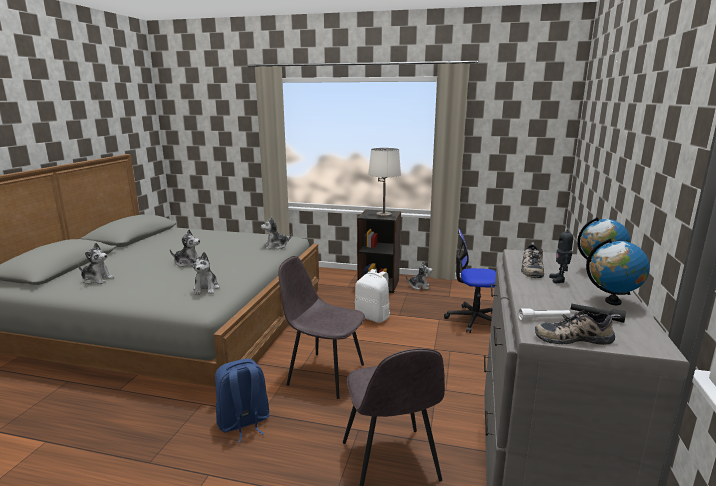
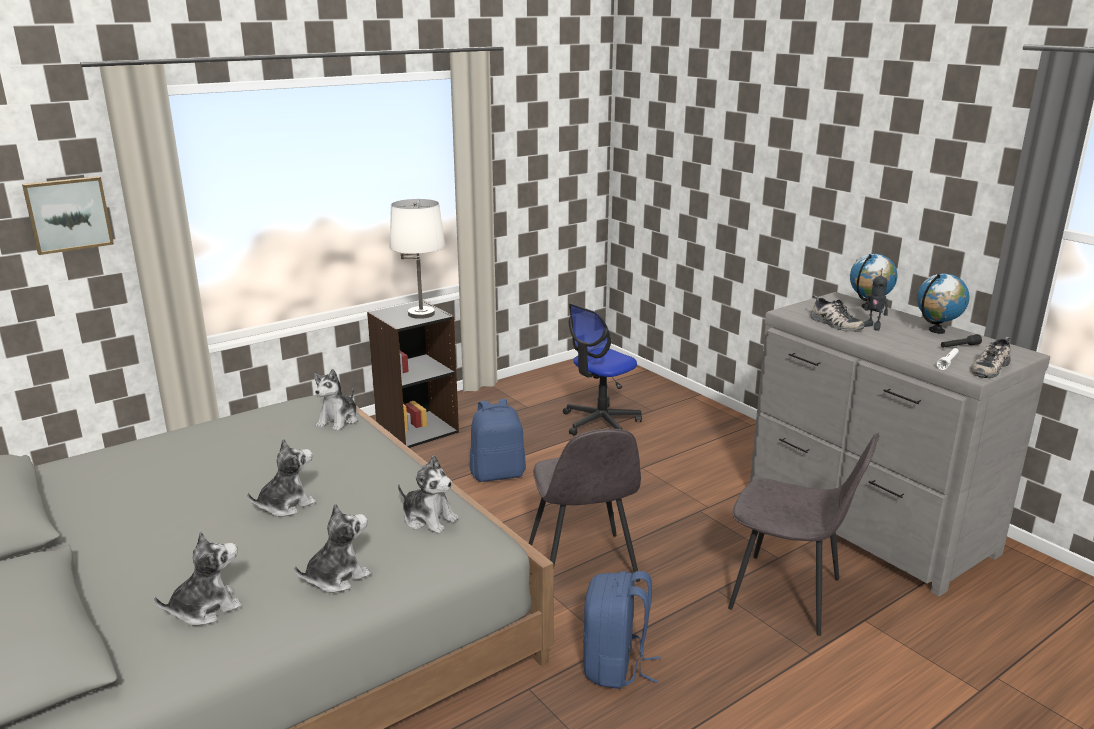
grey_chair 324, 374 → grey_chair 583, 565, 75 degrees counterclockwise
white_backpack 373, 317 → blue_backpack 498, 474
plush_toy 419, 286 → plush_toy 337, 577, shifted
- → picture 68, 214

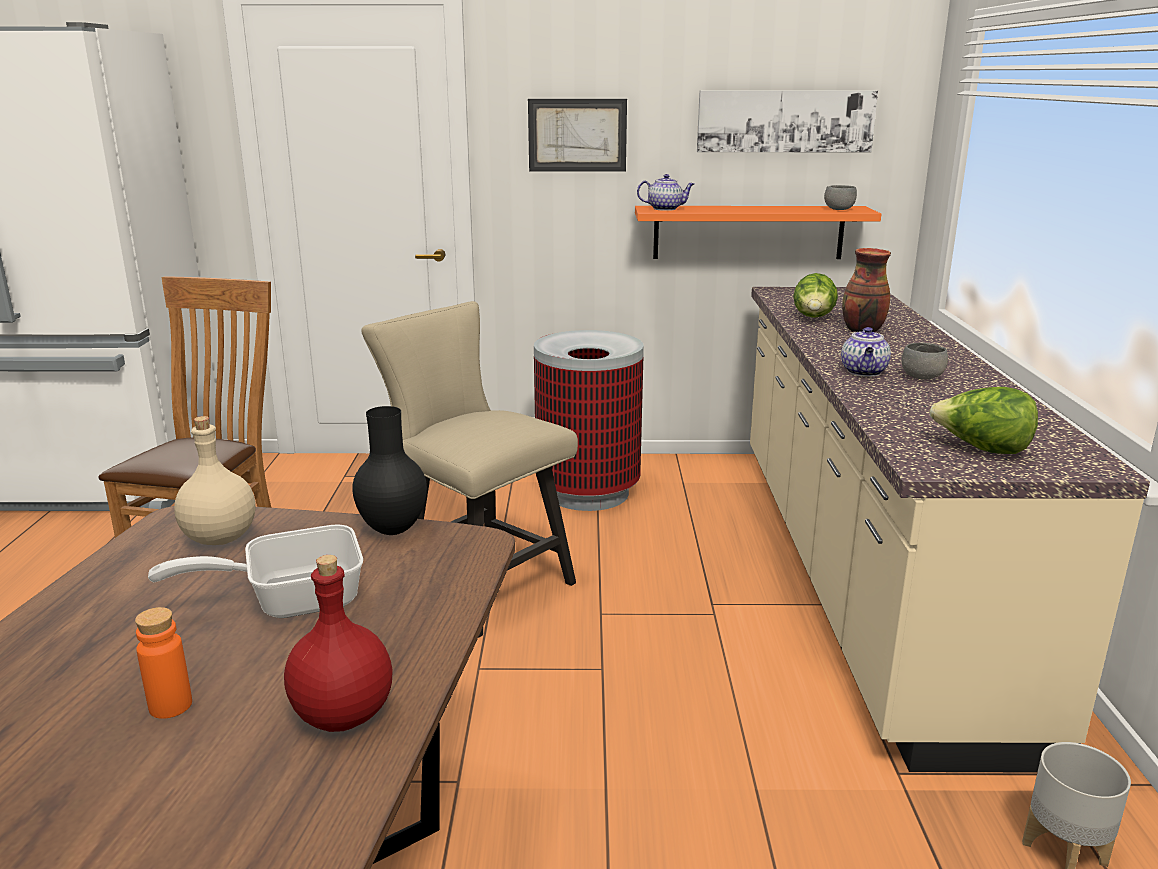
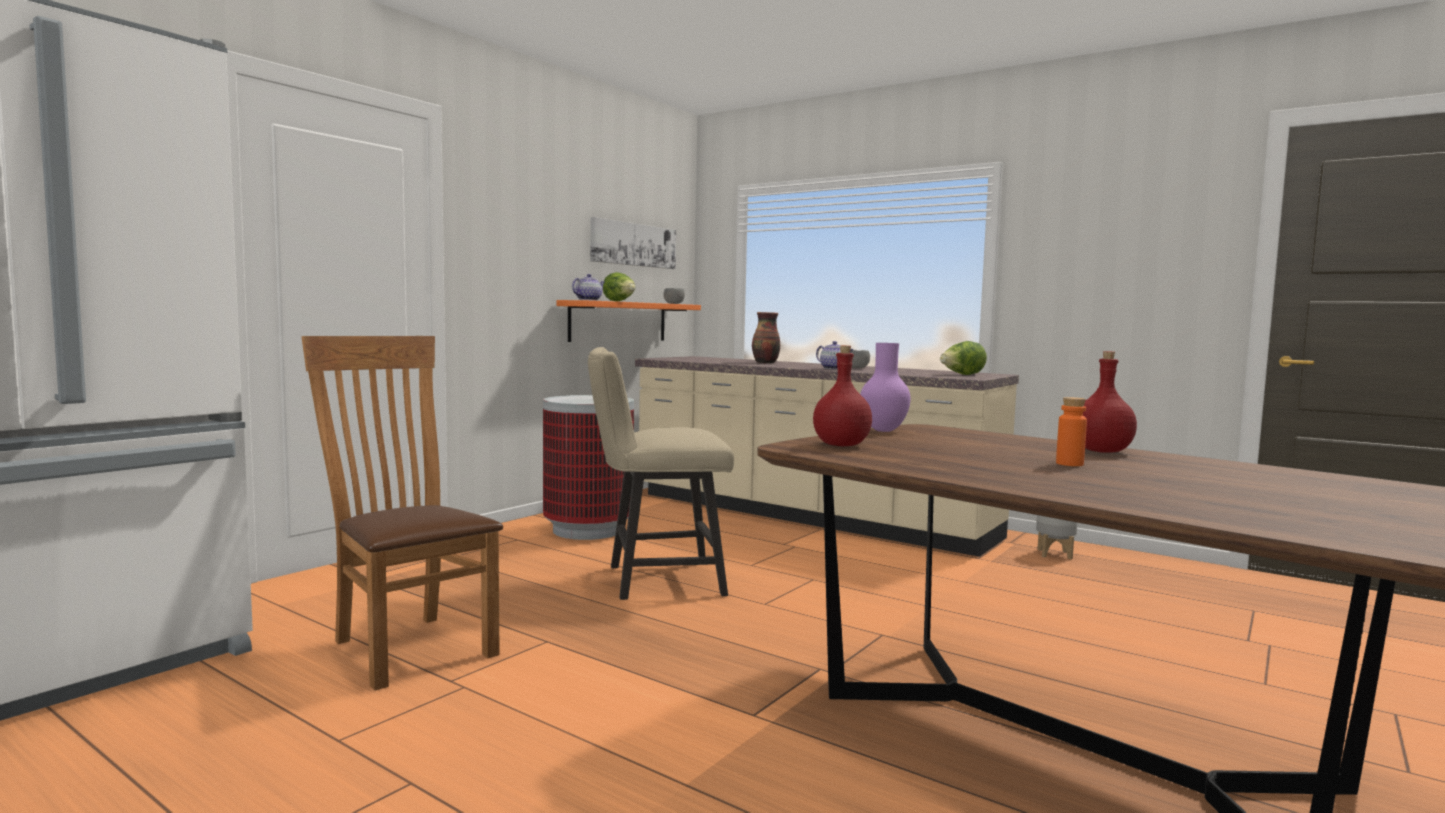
frying_pan 290, 600 → -
beige_bottle 219, 539 → red_bottle 842, 445
black_vase 392, 530 → purple_vase 882, 430
picture 577, 135 → -
lettuce 813, 318 → lettuce 620, 301, shifted

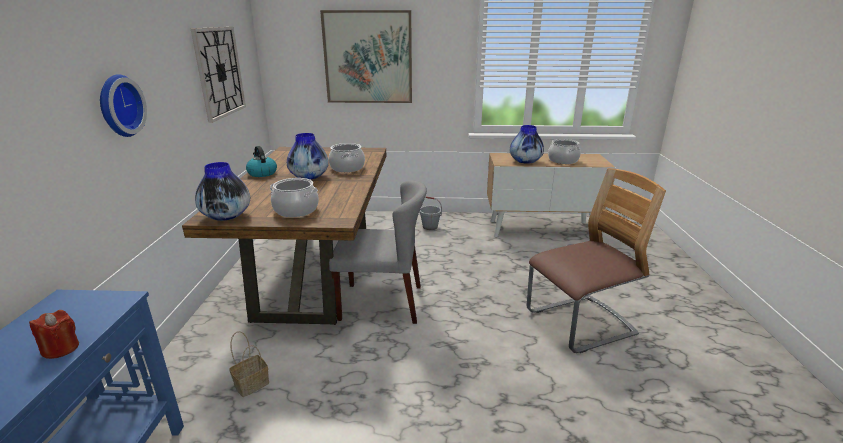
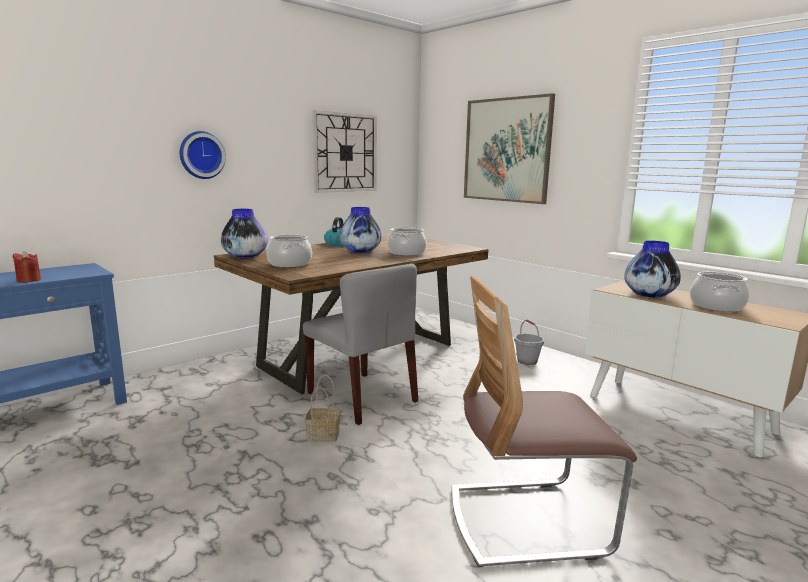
basket 252, 383 → basket 324, 435, shifted
chair 580, 324 → chair 527, 520, 150 degrees clockwise

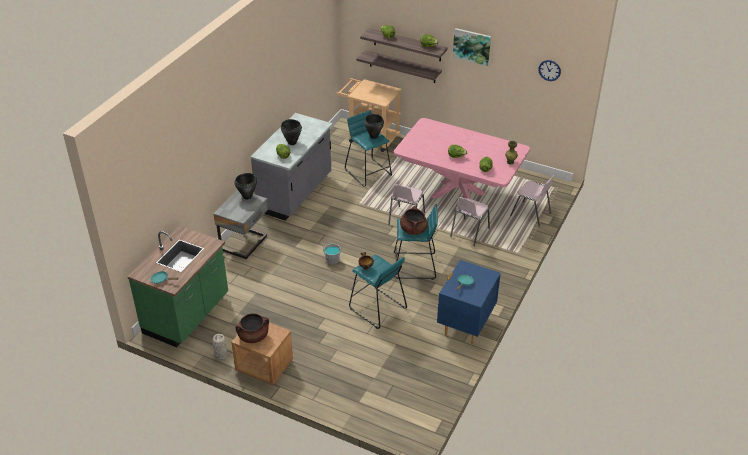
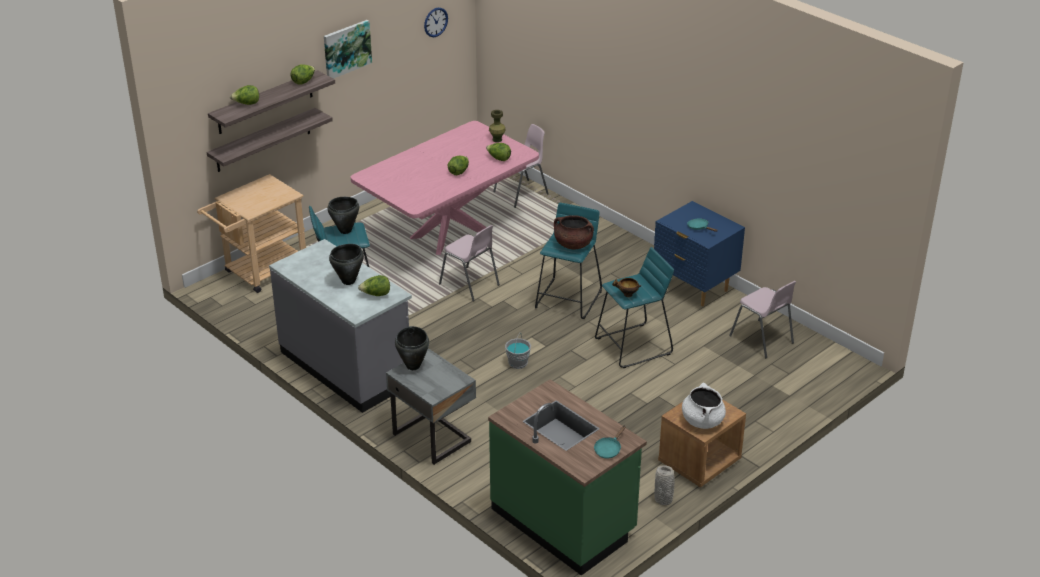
brown_cooking_pot 253, 336 → white_cooking_pot 702, 421
pink_chair 469, 232 → pink_chair 762, 340, shifted

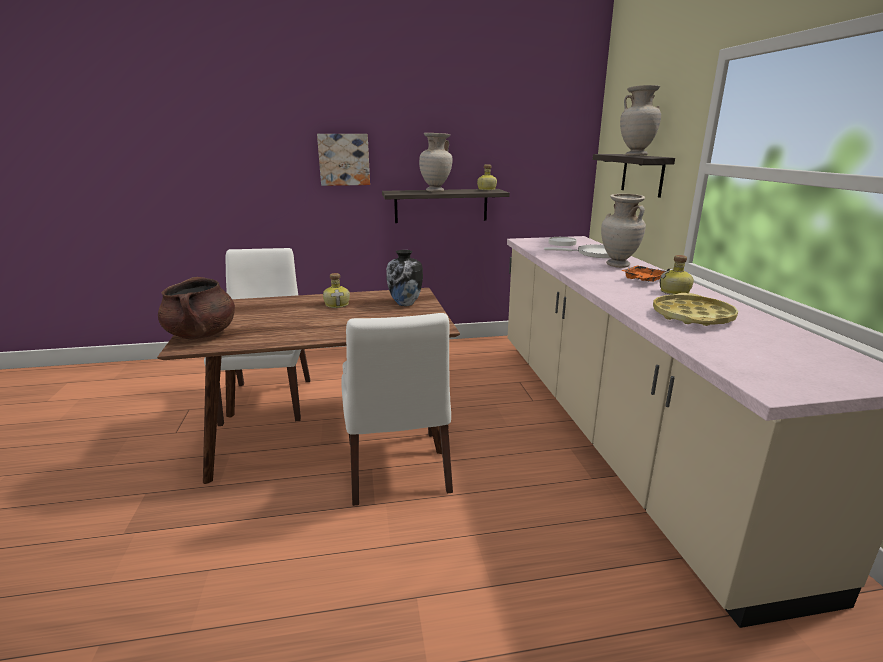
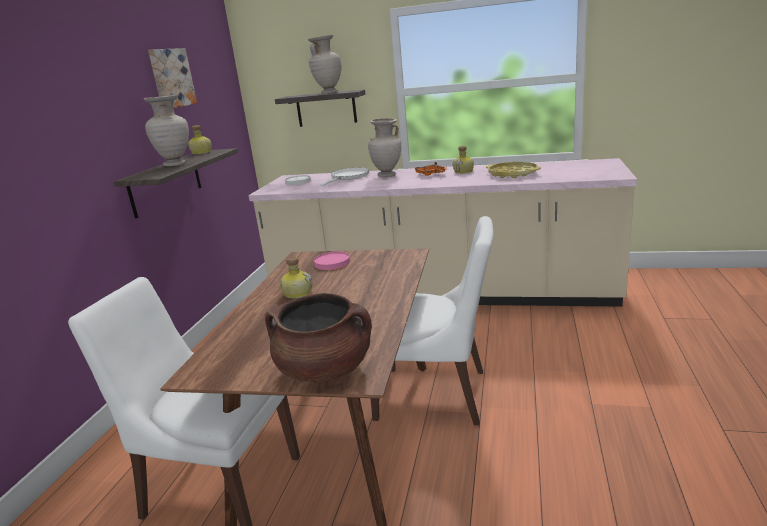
picture 344, 159 → picture 171, 78, shifted
vase 405, 304 → pink_plate 332, 263

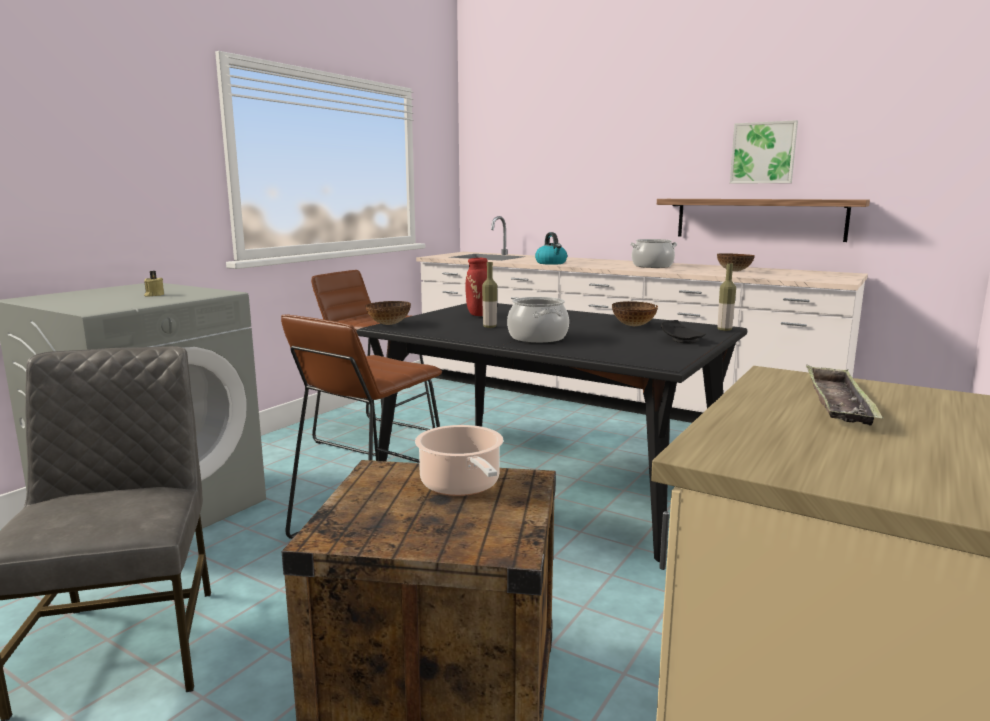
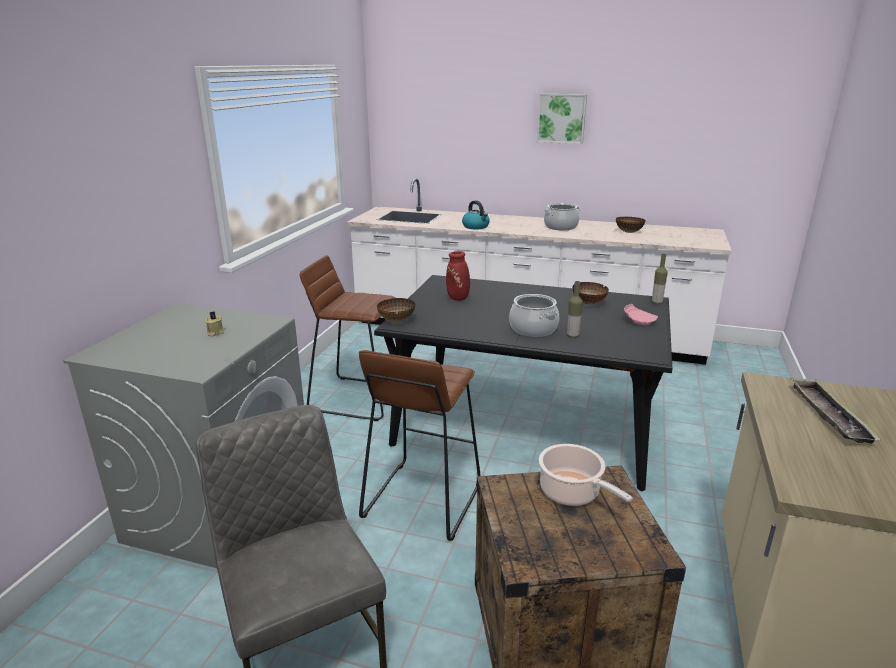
bottle 489, 327 → bottle 572, 336, shifted
shelf 759, 219 → -
black_plate 681, 340 → pink_plate 639, 321
picture 763, 153 → picture 561, 118, shifted

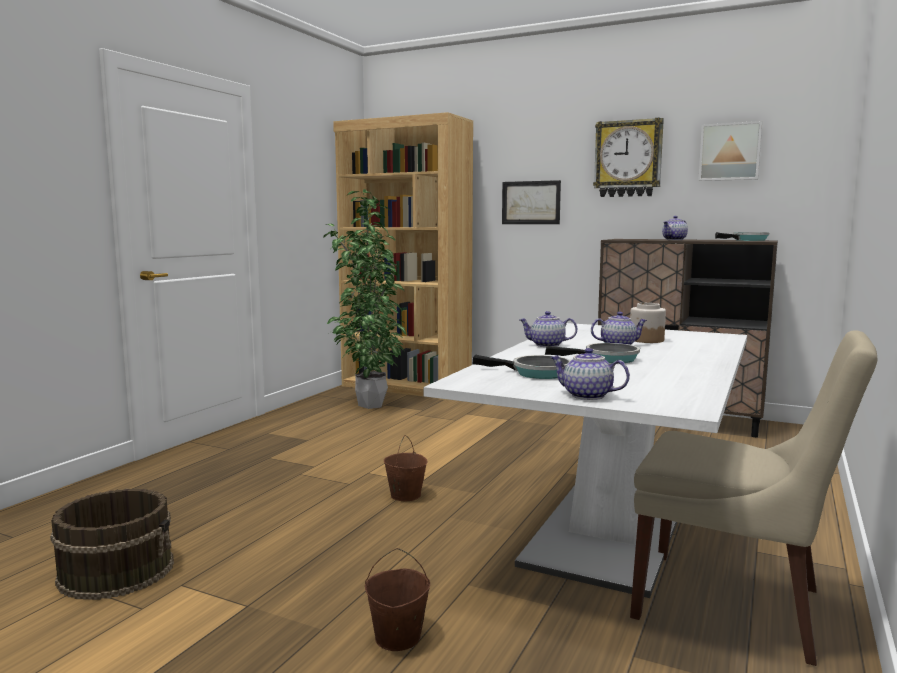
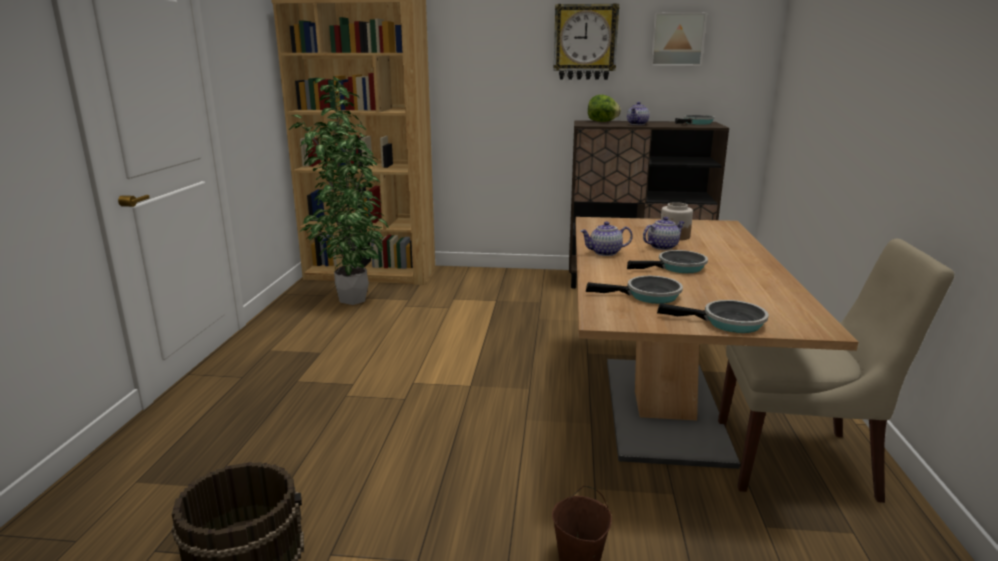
brown_bucket 405, 495 → -
white_dining_table 608, 530 → brown_dining_table 663, 408
picture 531, 202 → -
teapot 586, 396 → frying_pan 728, 323
- → lettuce 602, 121

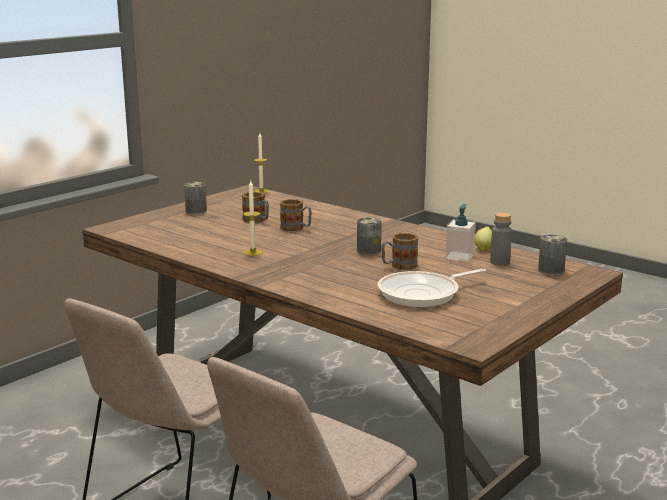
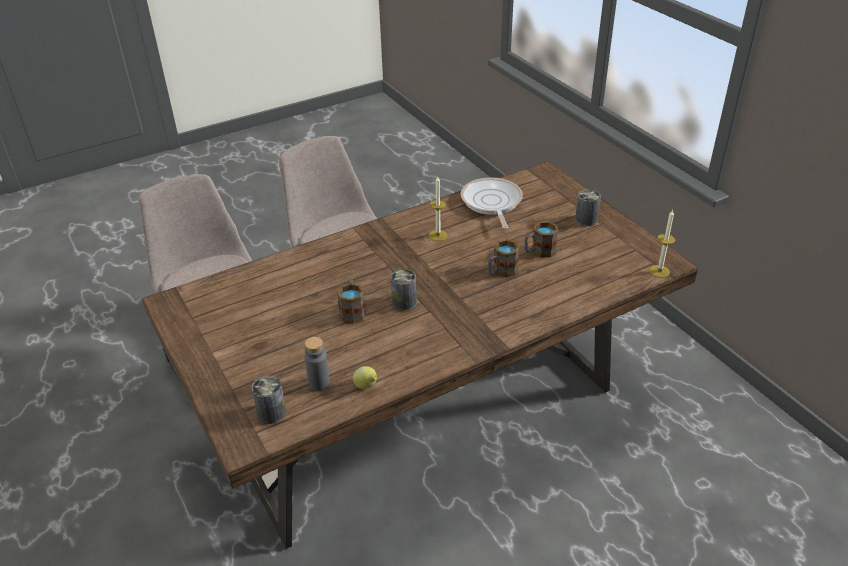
frying_pan 423, 294 → frying_pan 491, 203, shifted
soap_dispenser 459, 256 → -

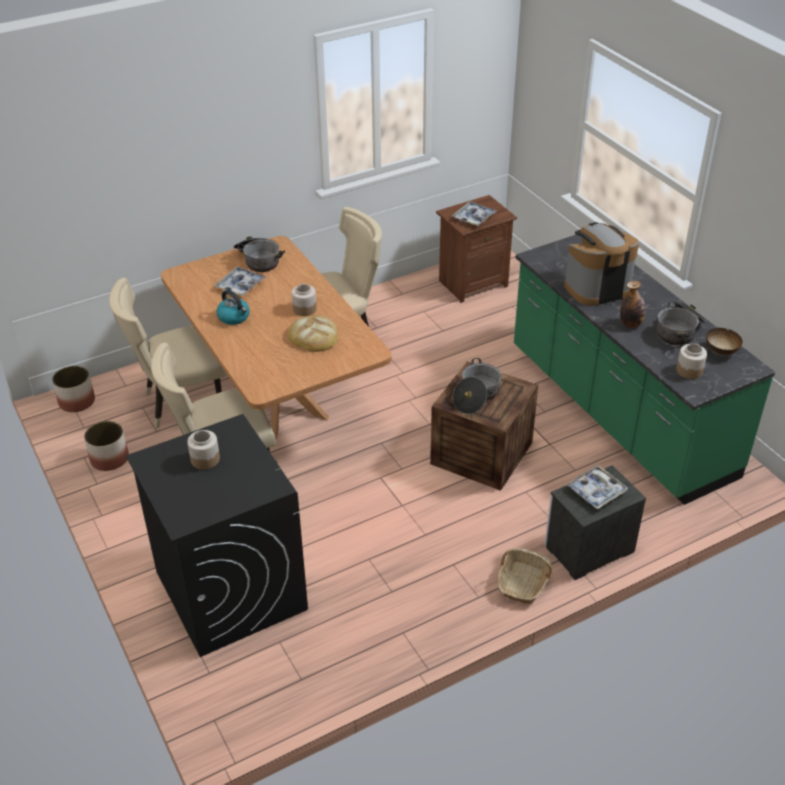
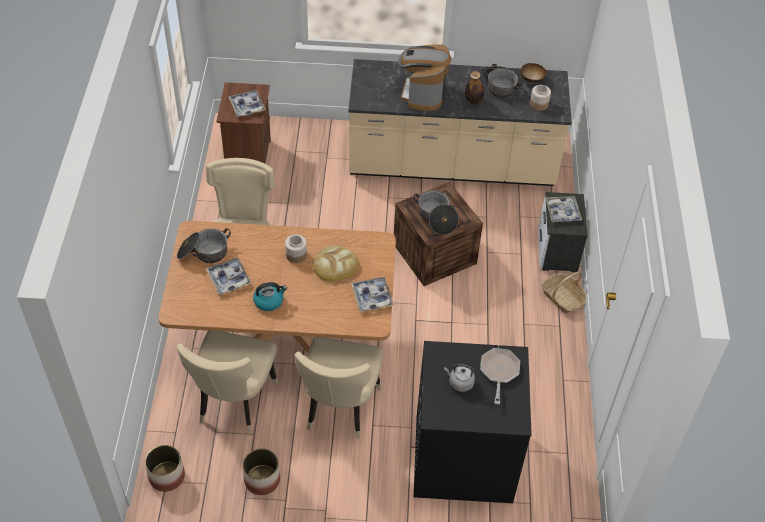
jar 205, 459 → grey_kettle 459, 383
green_counter 618, 413 → beige_counter 451, 165
- → tray 372, 297
- → frying_pan 499, 372

